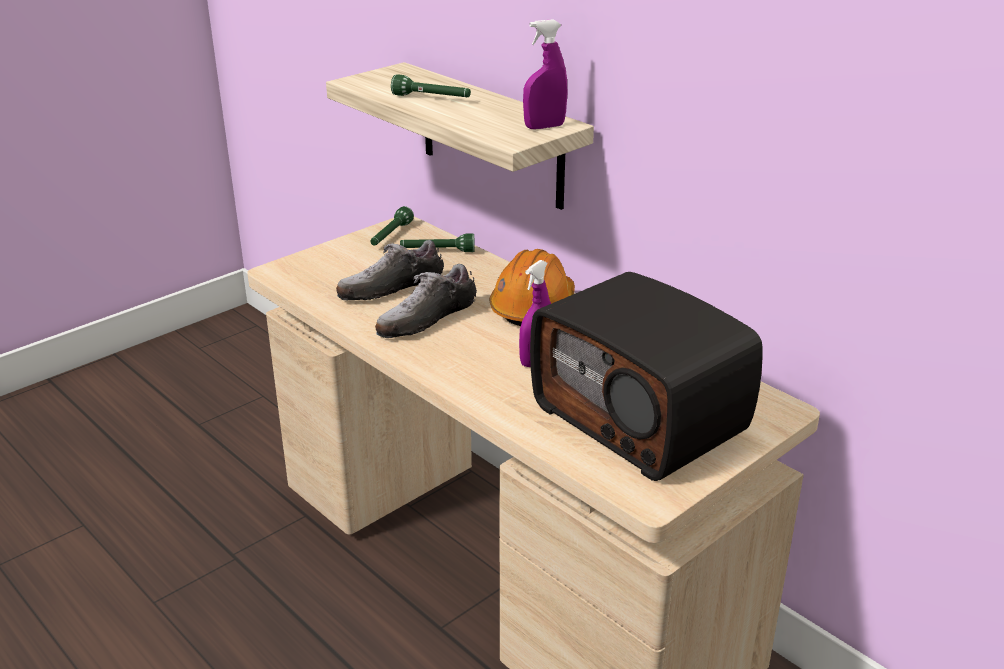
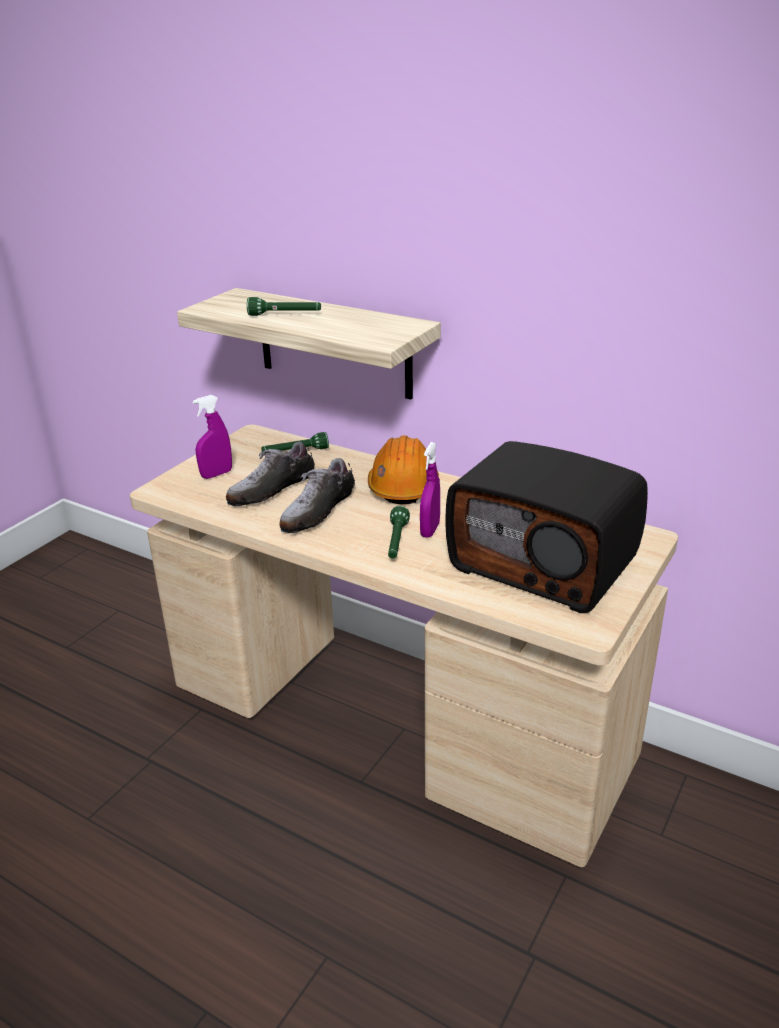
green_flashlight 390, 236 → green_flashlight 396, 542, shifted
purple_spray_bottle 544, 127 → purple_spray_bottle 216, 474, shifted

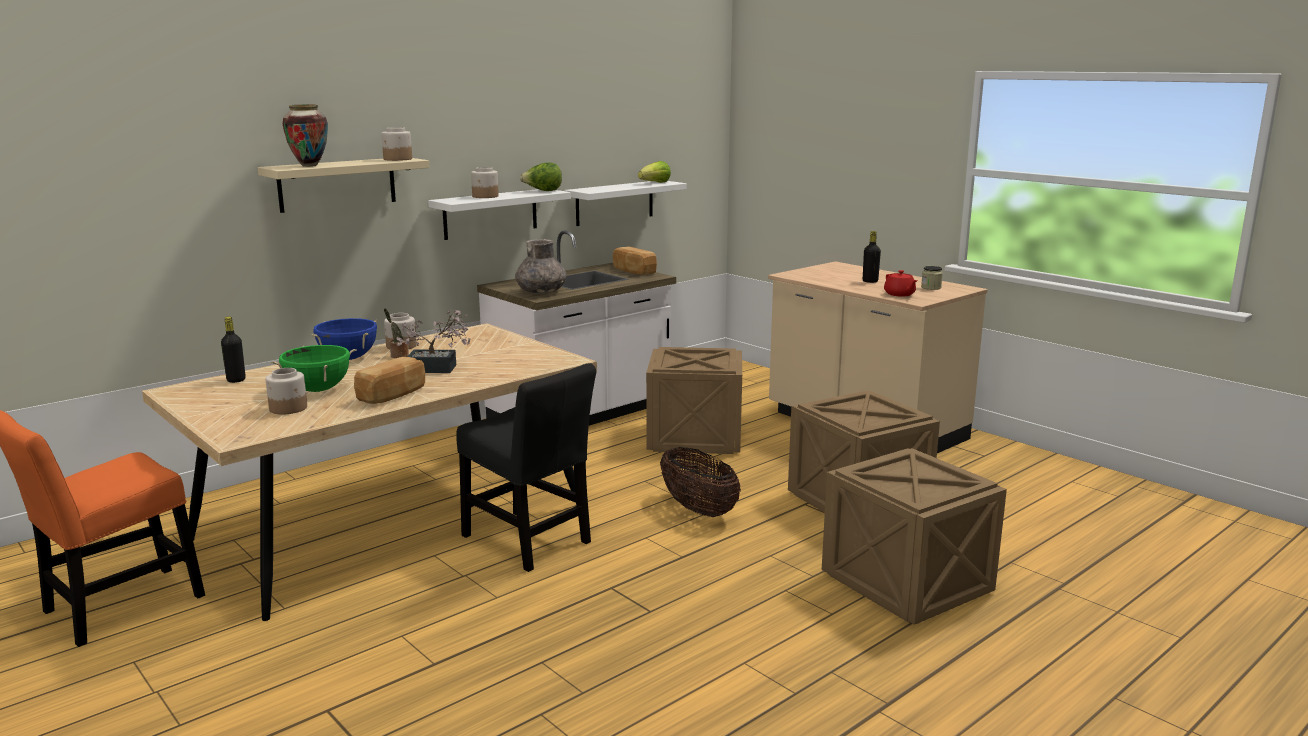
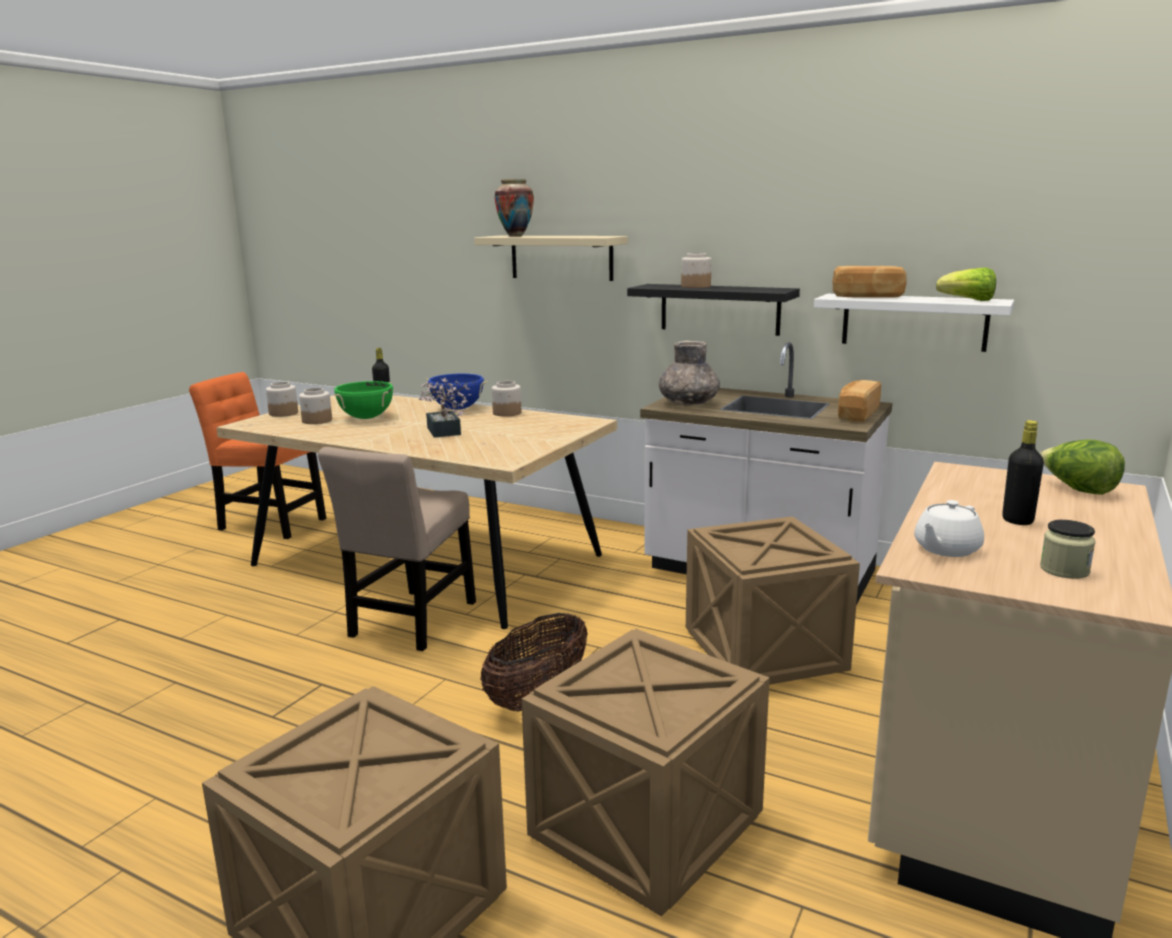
bread 393, 395 → bread 867, 297, shifted
jar 397, 159 → jar 283, 413, shifted
potted_plant 398, 356 → -
white_shelf 490, 214 → black_shelf 719, 309
black_chair 529, 542 → beige_chair 411, 622
lettuce 543, 191 → lettuce 1077, 490, shifted
red_teapot 899, 294 → white_teapot 945, 549

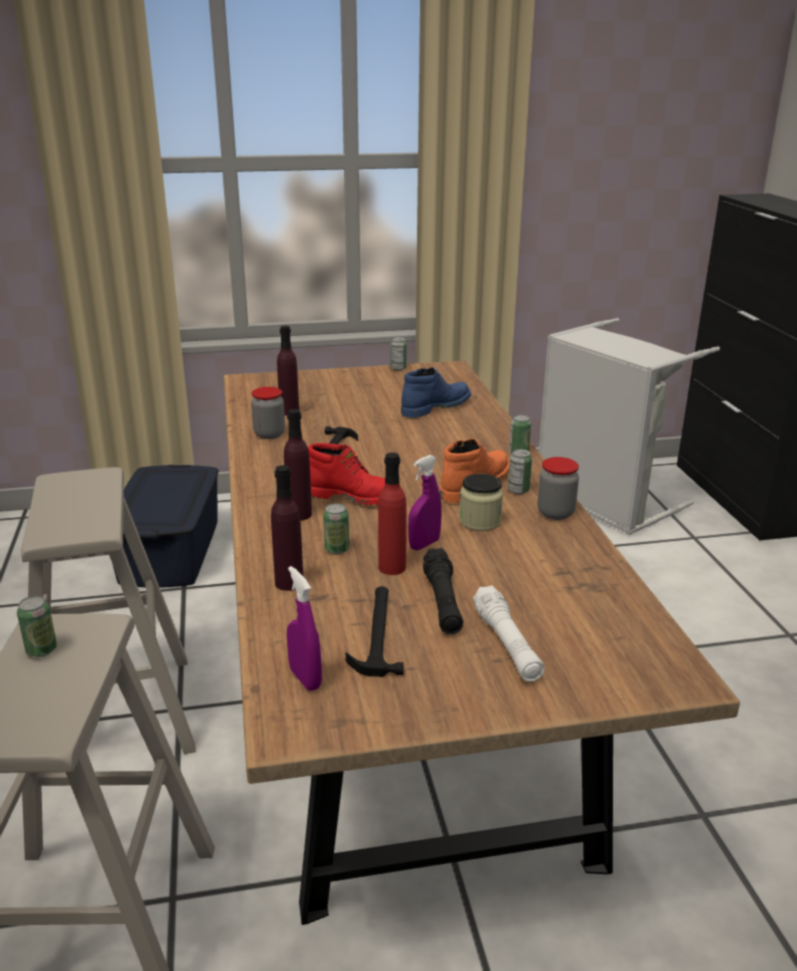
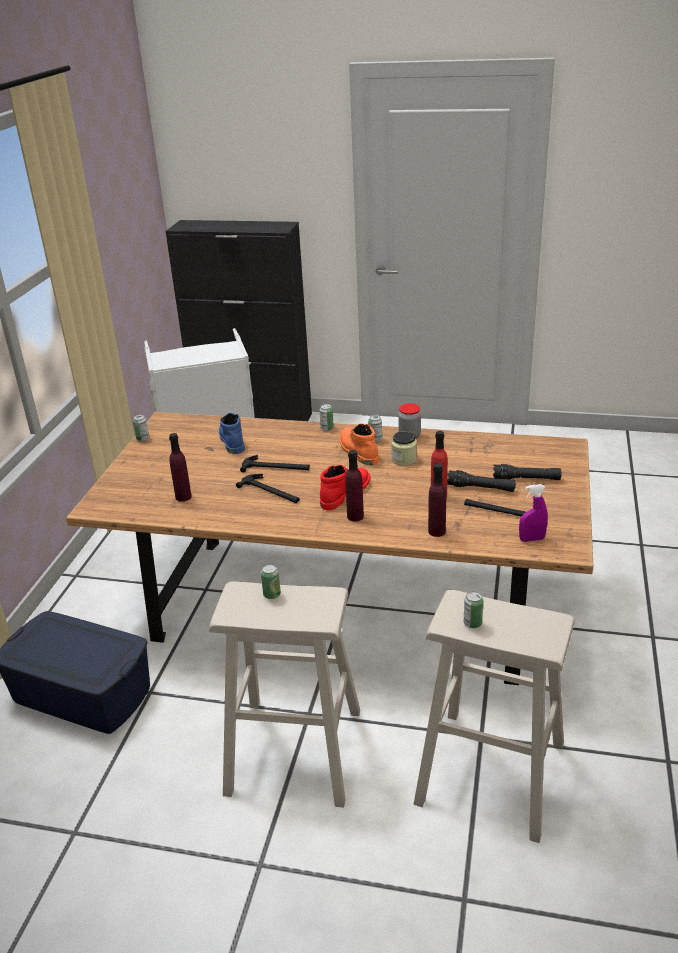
jar 269, 434 → -
can 337, 549 → can 272, 594, shifted
purple_spray_bottle 424, 544 → -
white_flashlight 507, 644 → black_flashlight 526, 479
- → hammer 276, 467

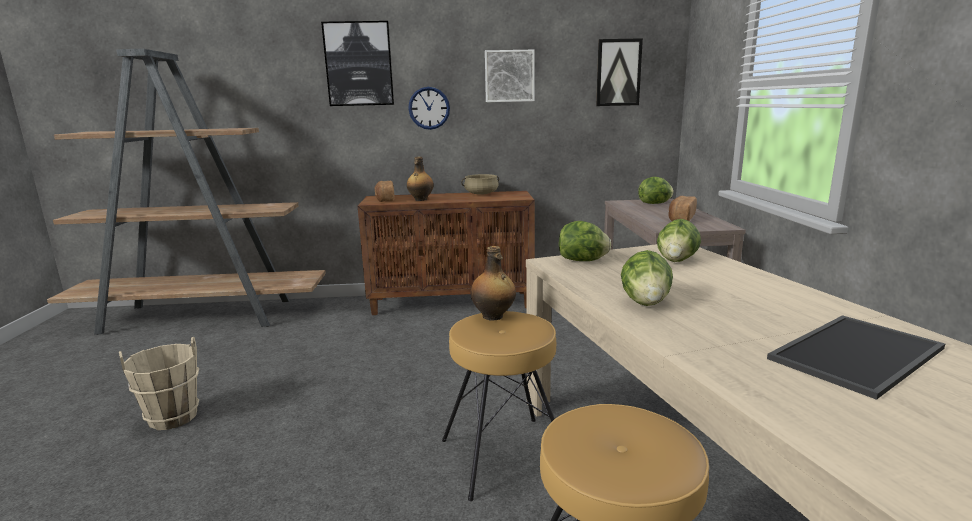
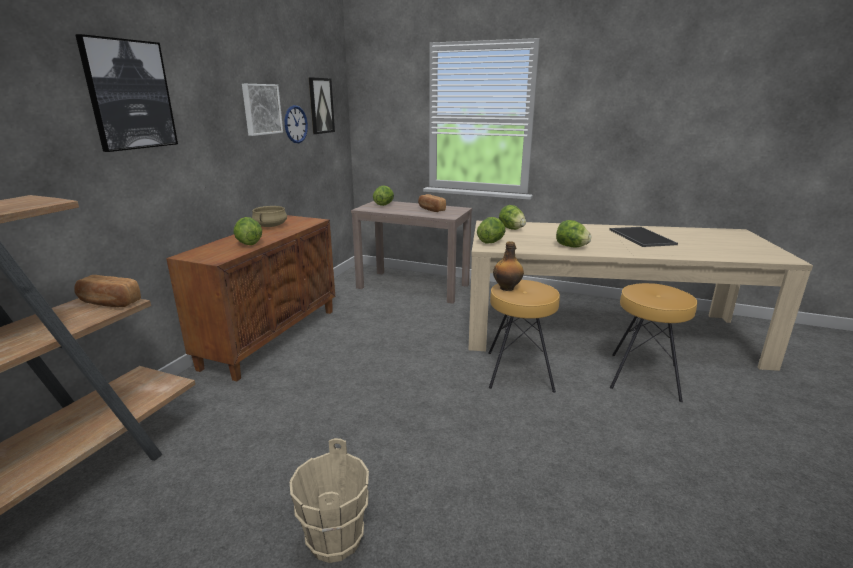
bread 385, 199 → bread 109, 303, shifted
bottle 420, 200 → lettuce 248, 244
wall_clock 429, 108 → wall_clock 295, 124, shifted

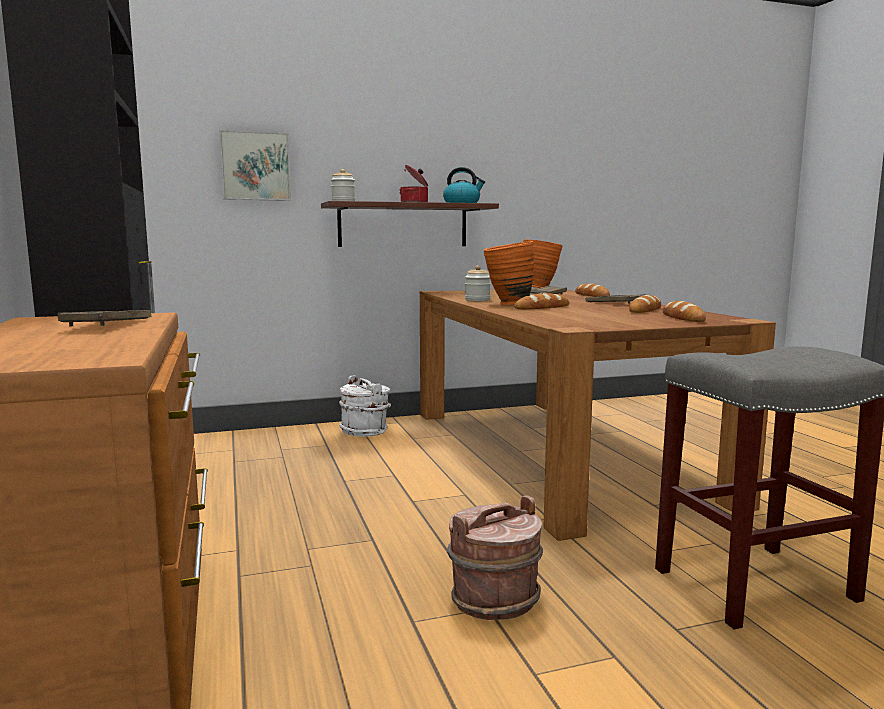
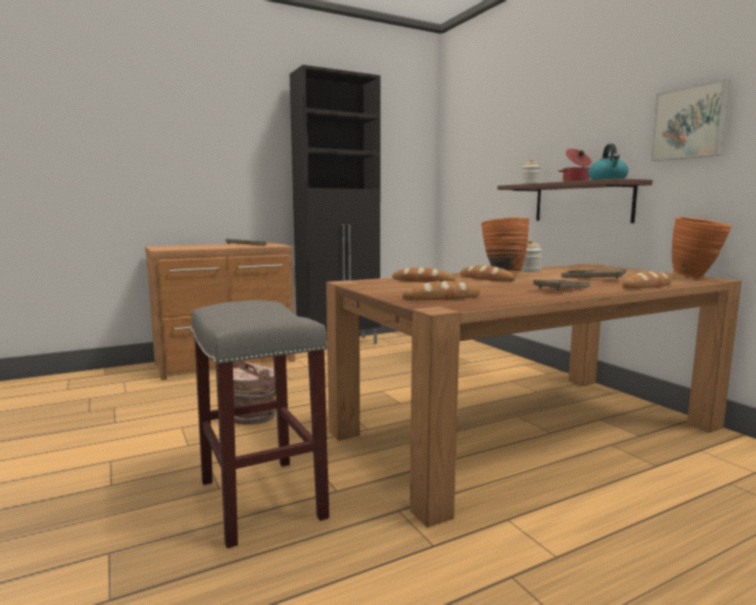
picture 255, 166 → picture 690, 123, shifted
white_bucket 365, 431 → -
bread 645, 310 → bread 422, 281, shifted

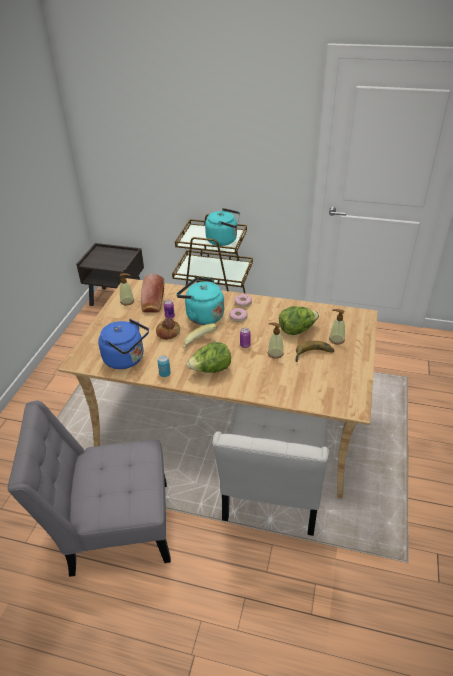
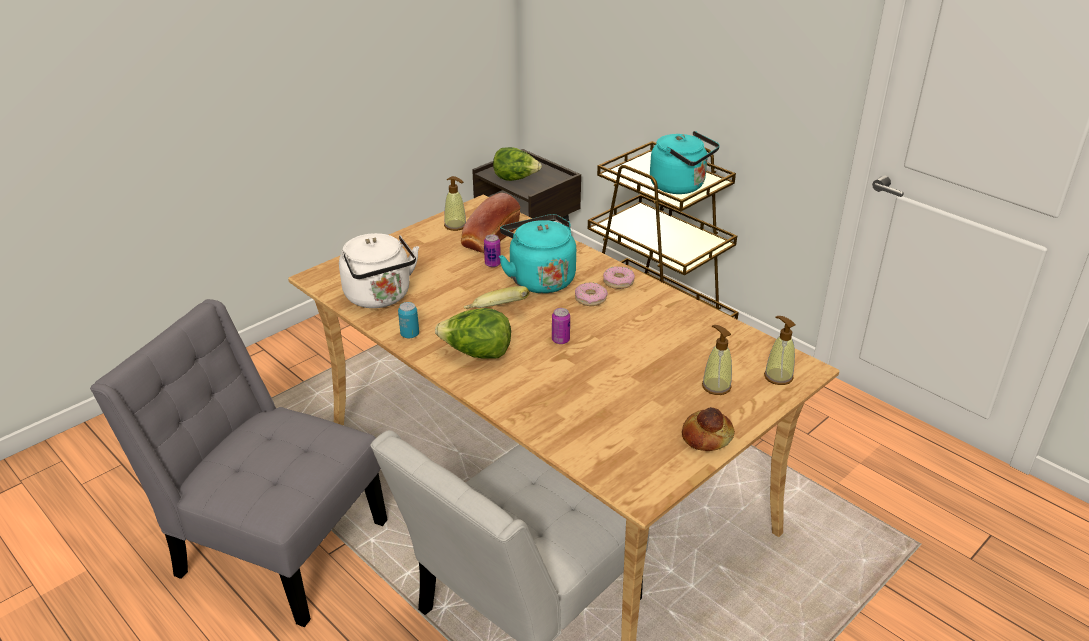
blue_kettle 126, 359 → white_kettle 380, 297
bread 168, 332 → bread 706, 436, shifted
soap_dispenser 275, 353 → soap_dispenser 778, 376, shifted
lettuce 297, 330 → lettuce 515, 179, shifted
banana 314, 355 → -

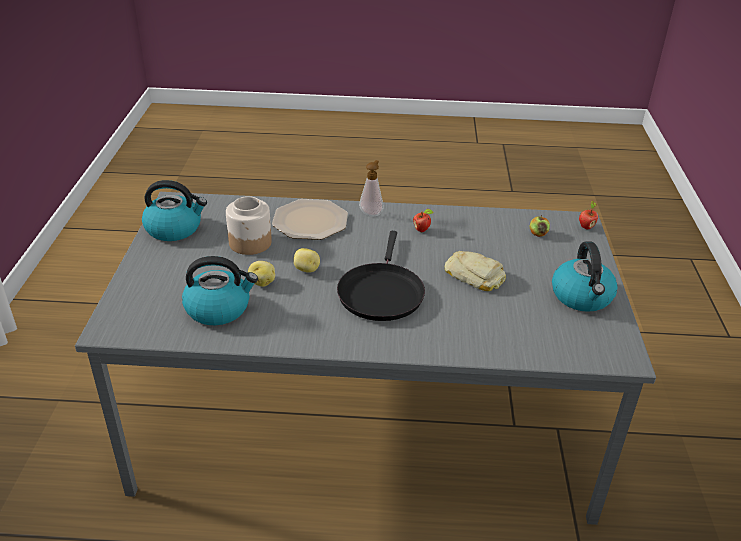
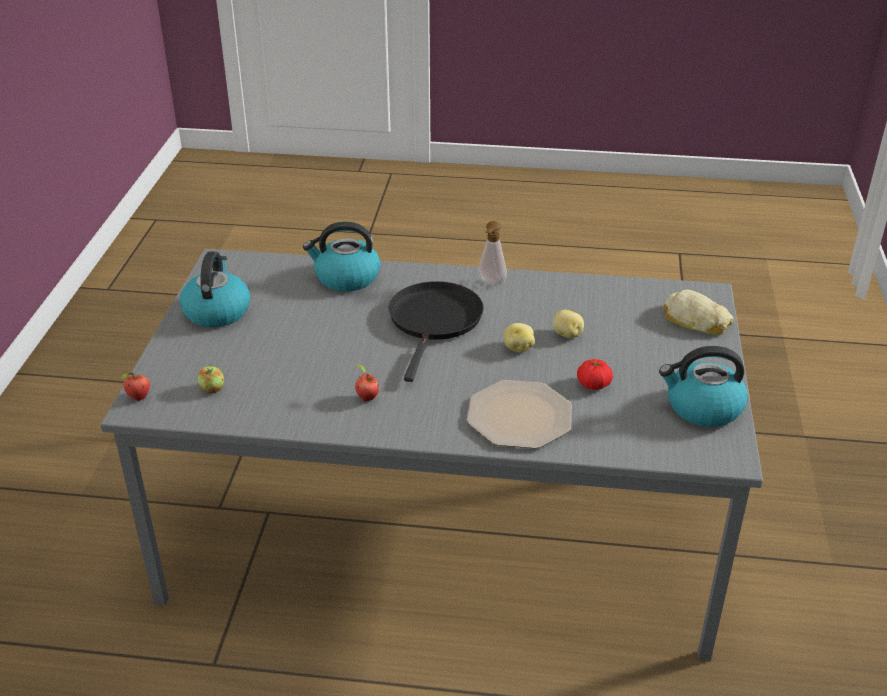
kettle 219, 308 → kettle 346, 278, shifted
jar 250, 243 → tomato 593, 384
soap_dispenser 371, 213 → soap_dispenser 491, 283, shifted
bread 474, 275 → bread 696, 320, shifted

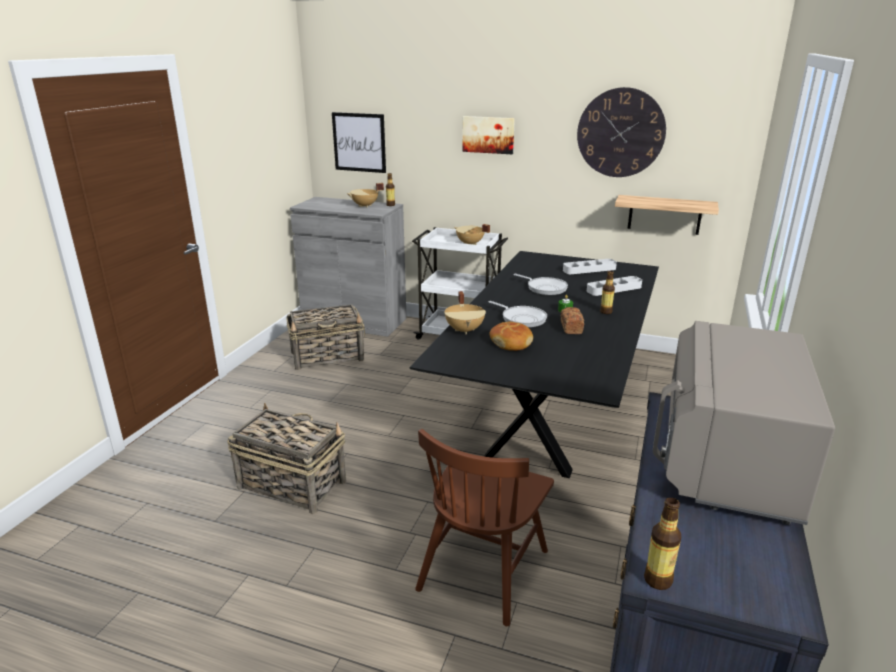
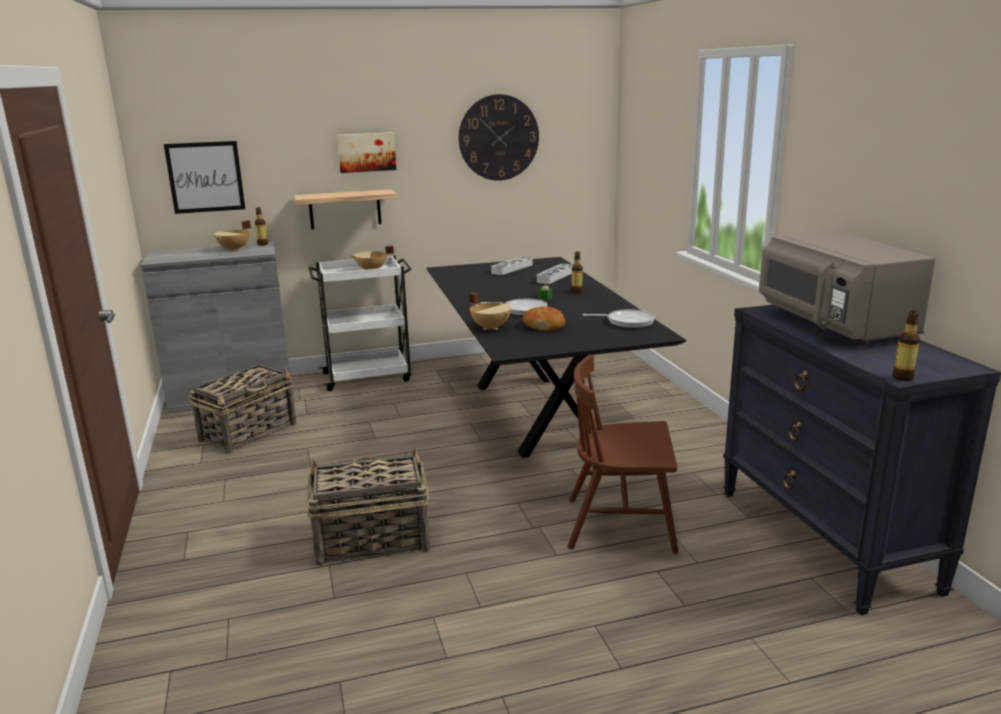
brown_chair 483, 569 → brown_chair 621, 525, 105 degrees clockwise
frying_pan 544, 288 → frying_pan 627, 322, shifted
bread 571, 327 → -
shelf 664, 214 → shelf 345, 209, shifted

